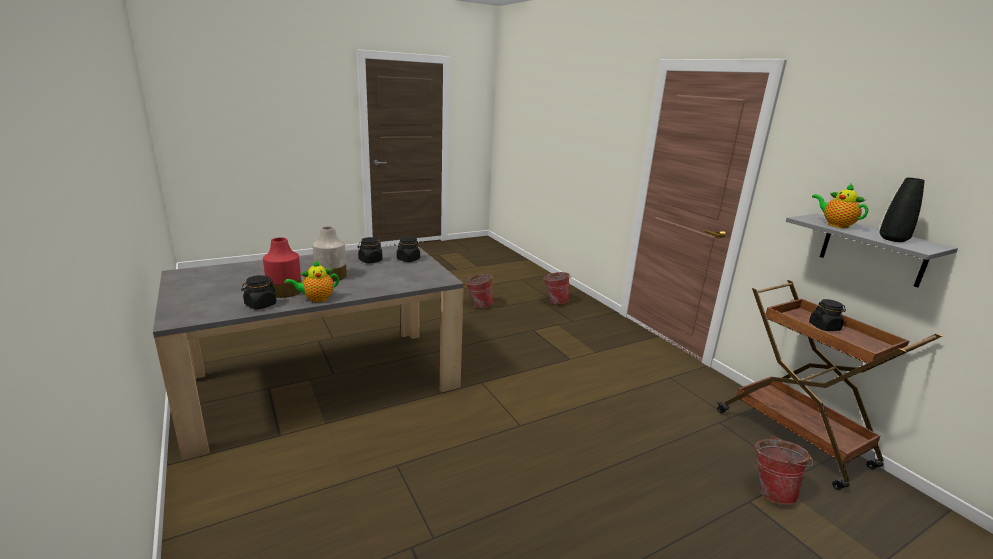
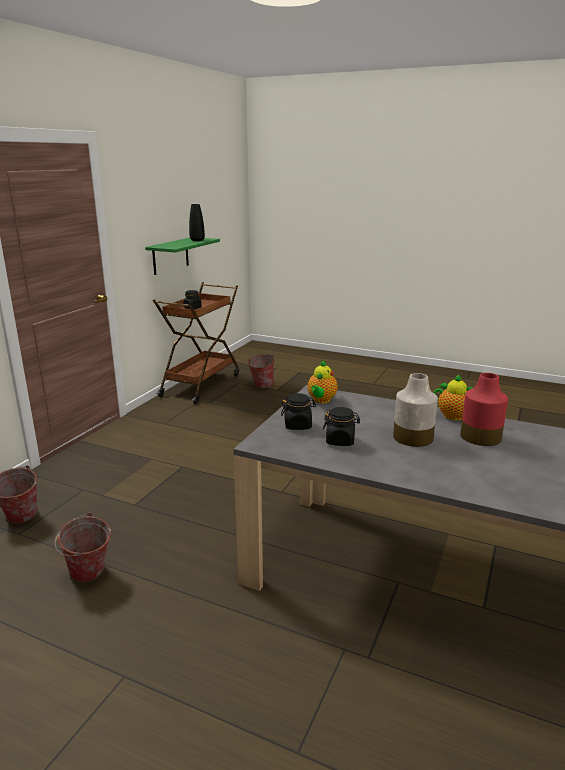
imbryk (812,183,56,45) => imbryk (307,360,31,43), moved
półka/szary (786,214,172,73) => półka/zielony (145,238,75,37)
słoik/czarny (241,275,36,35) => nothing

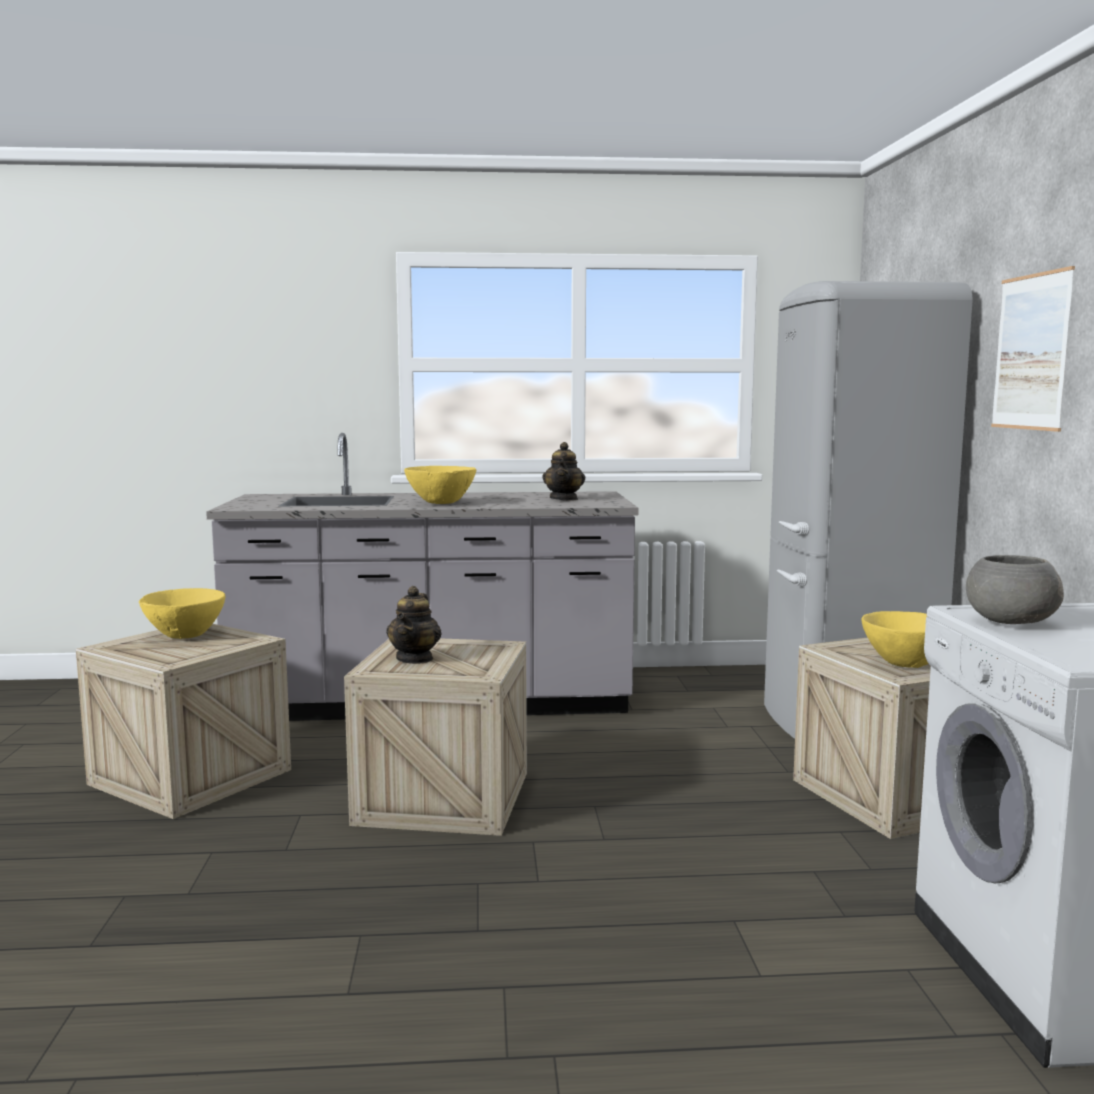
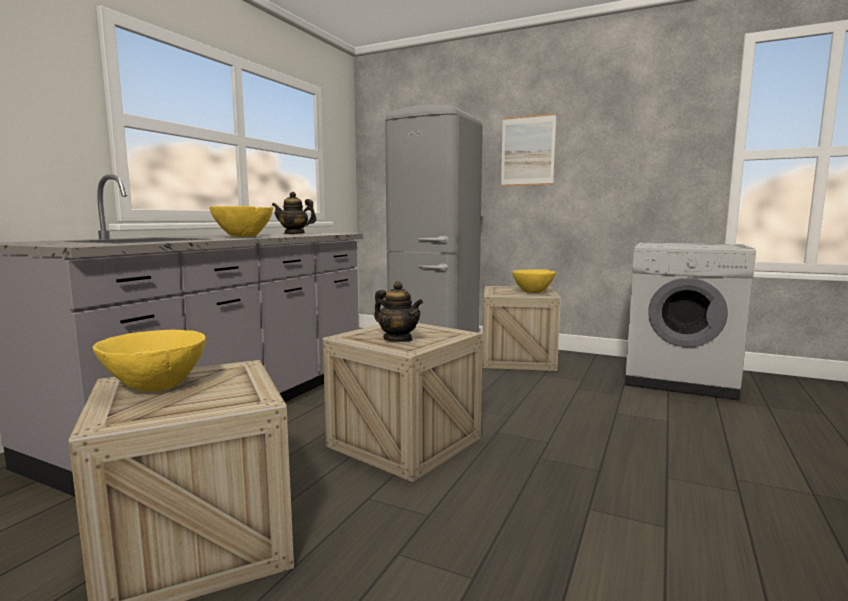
imbryk (542,442,43,58) => imbryk (272,192,44,42), 150 degrees clockwise
miska/szary (966,555,98,69) => nothing

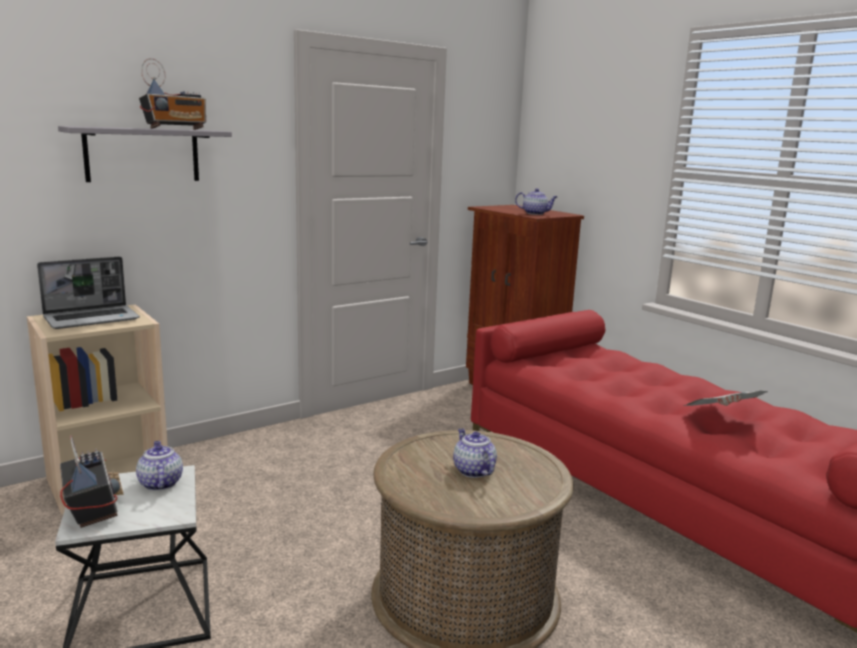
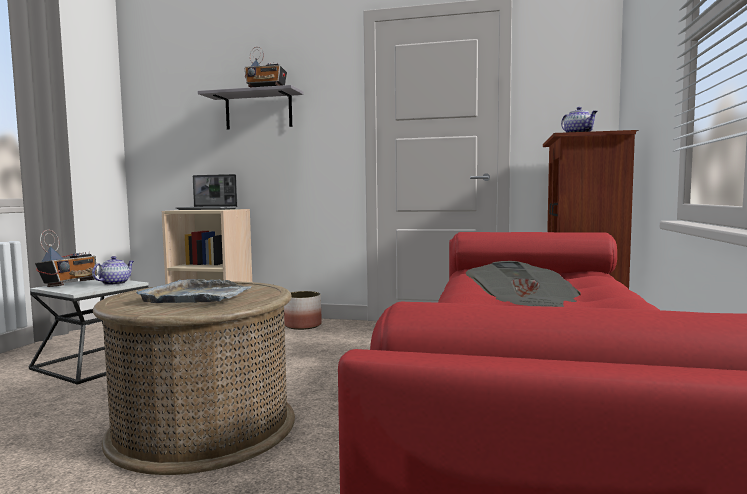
imbryk (453,429,44,49) => taca/szary (136,279,116,24)
nothing => donica (284,291,38,39)

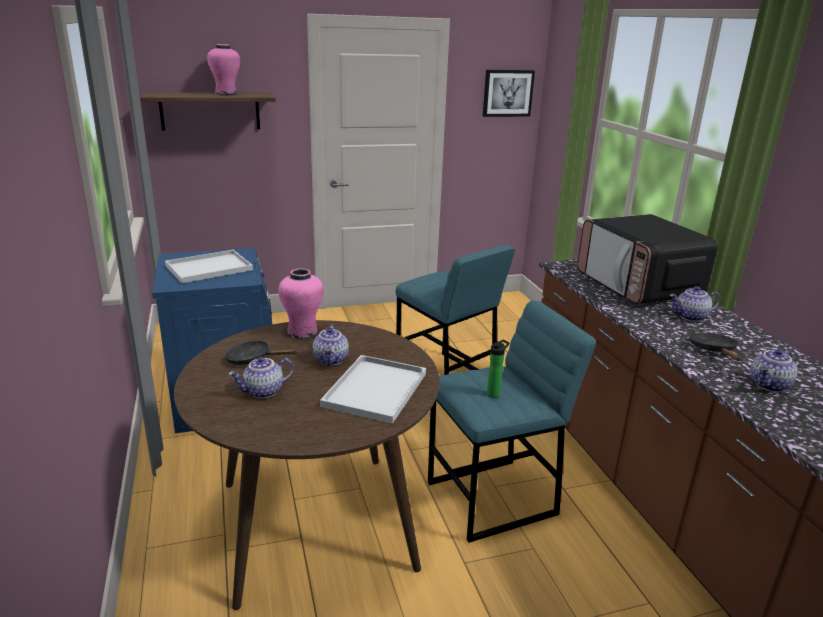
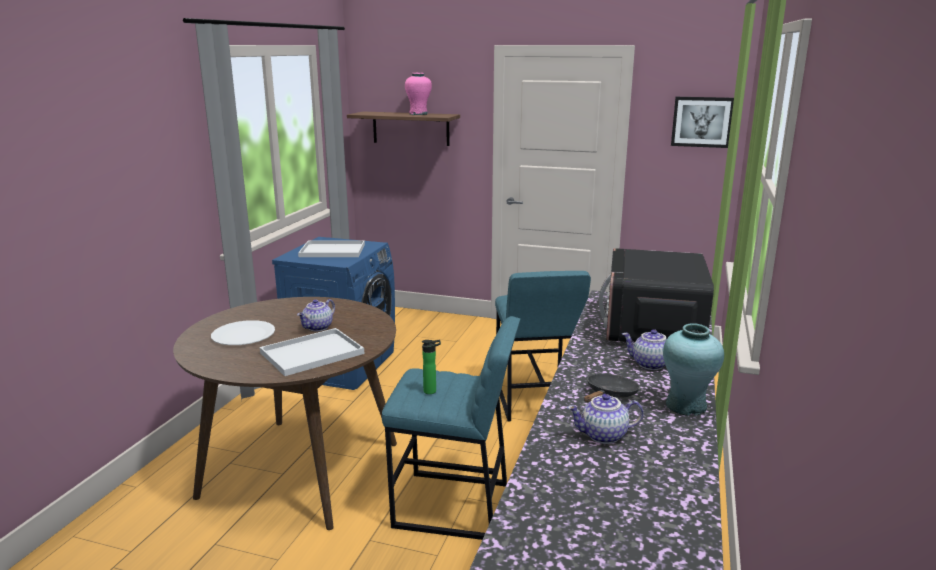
wazon/różowy (278,268,46,71) => nothing
patelnia/czarny (224,340,75,25) => nothing
imbryk (229,357,65,41) => talerz/biały (211,320,64,25)
nothing => wazon/turkusowy (663,323,61,93)

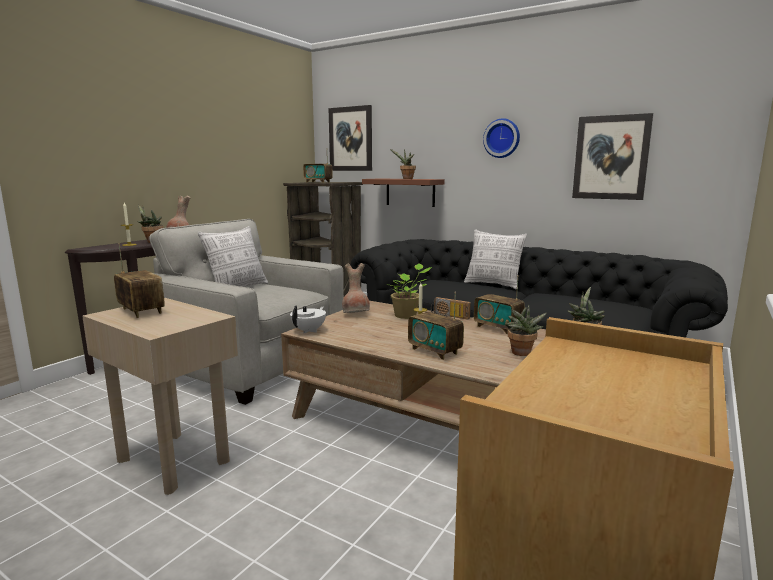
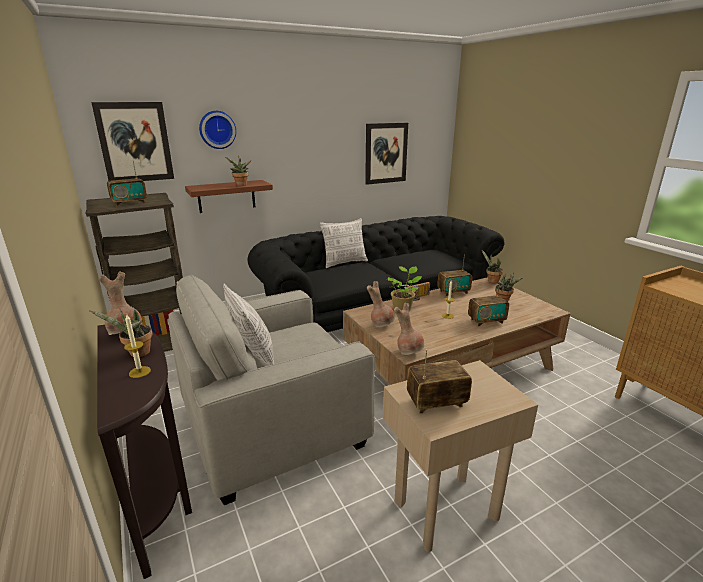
zegar ścienny (483,118,37,40) => zegar ścienny (199,111,37,38), moved
imbryk/biały (290,305,36,29) => wazon/brązowy (394,303,31,52)

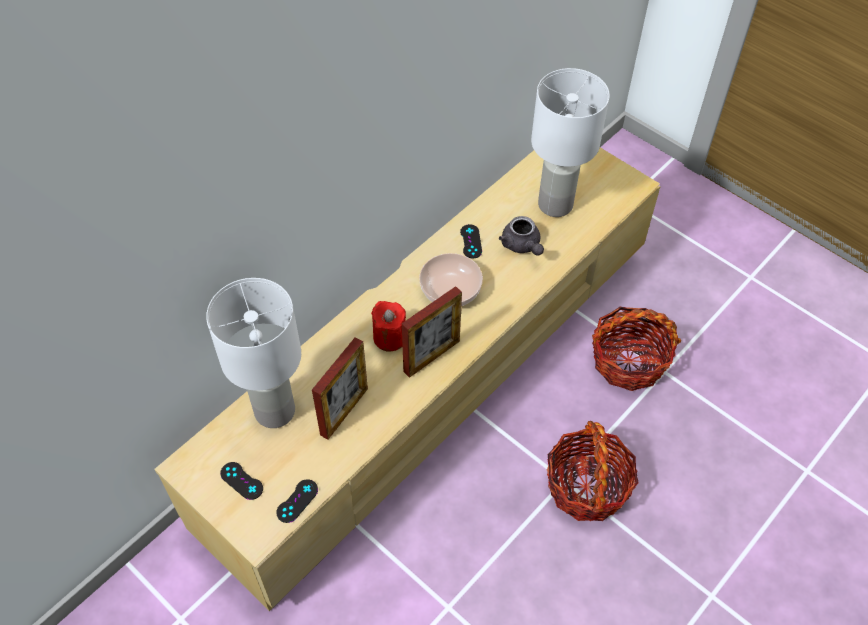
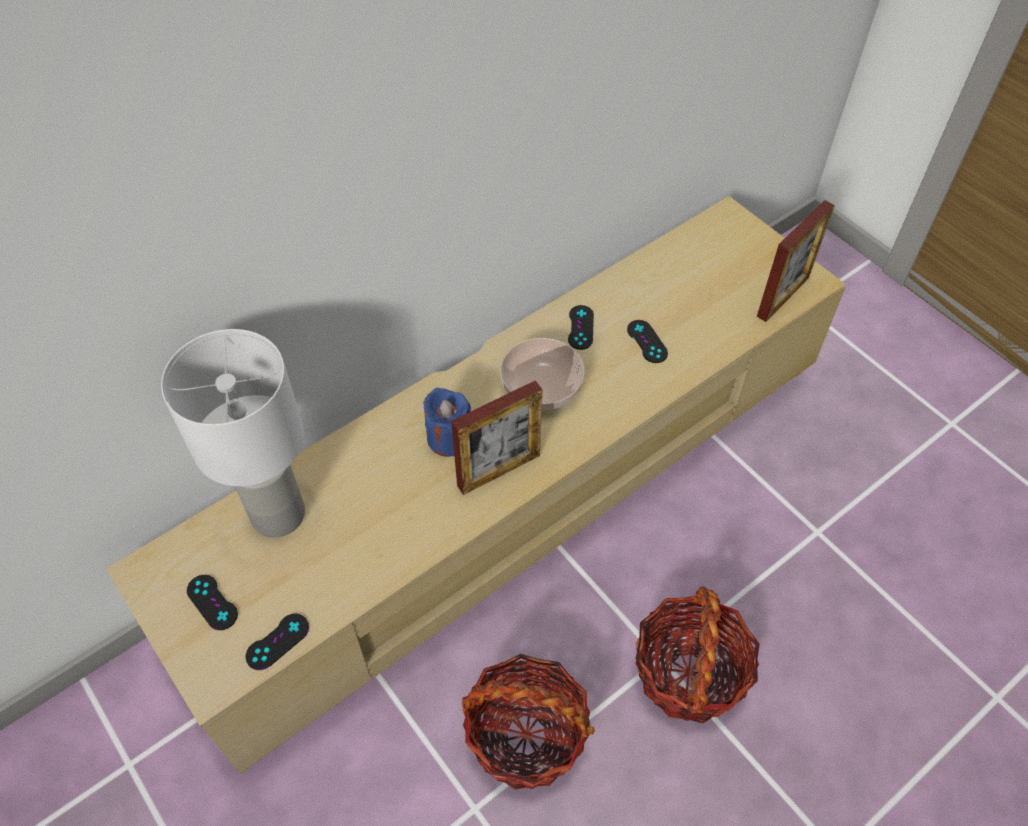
lampa stołowa/biały (531,68,79,149) => nothing
imbryk/szary (499,216,45,39) => pad do gier/czarny (627,320,41,43)
świeca/czerwony (371,301,35,51) => świeca/niebieski (423,388,48,69)
koszyk (592,307,89,84) => koszyk (462,654,133,136), moved
ramka na zdjęcie (312,337,56,103) => ramka na zdjęcie (757,200,78,122), moved

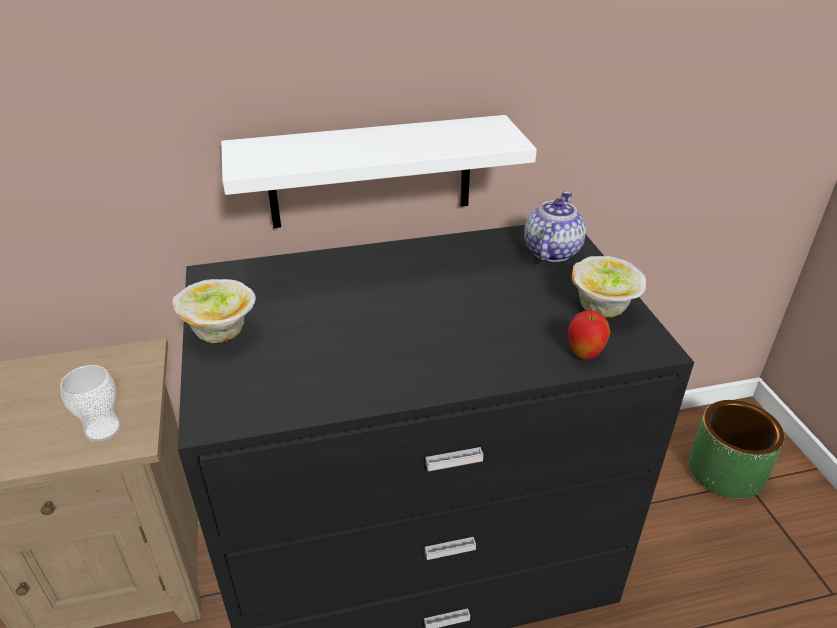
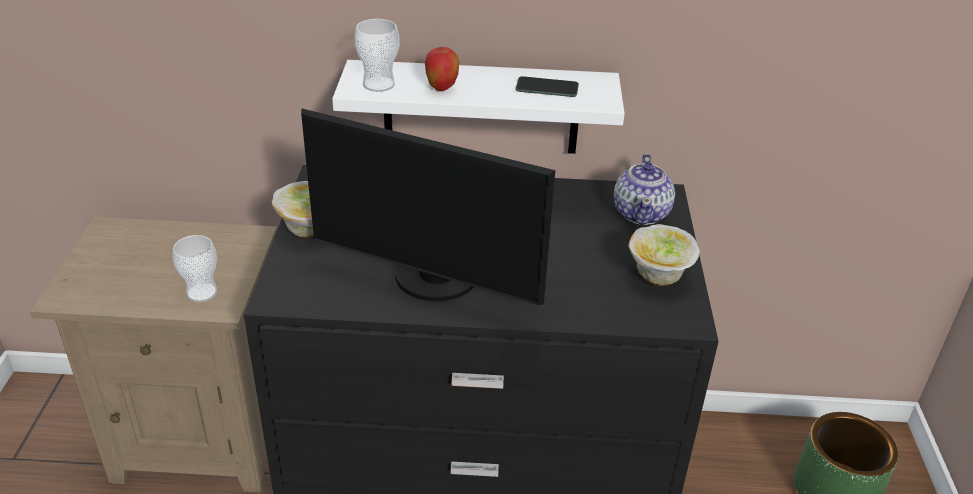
imbryk (524,191,62,71) => imbryk (614,154,61,71), 150 degrees clockwise
jabłko (568,310,43,49) => jabłko (425,47,34,44), moved
nothing => filiżanka (354,19,46,73)
nothing => telefon (516,76,63,21)
nothing => monitor (301,108,254,197)

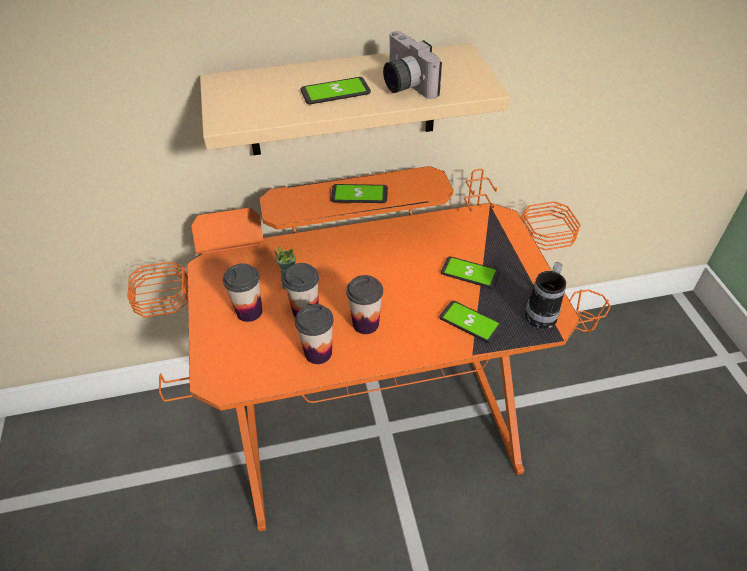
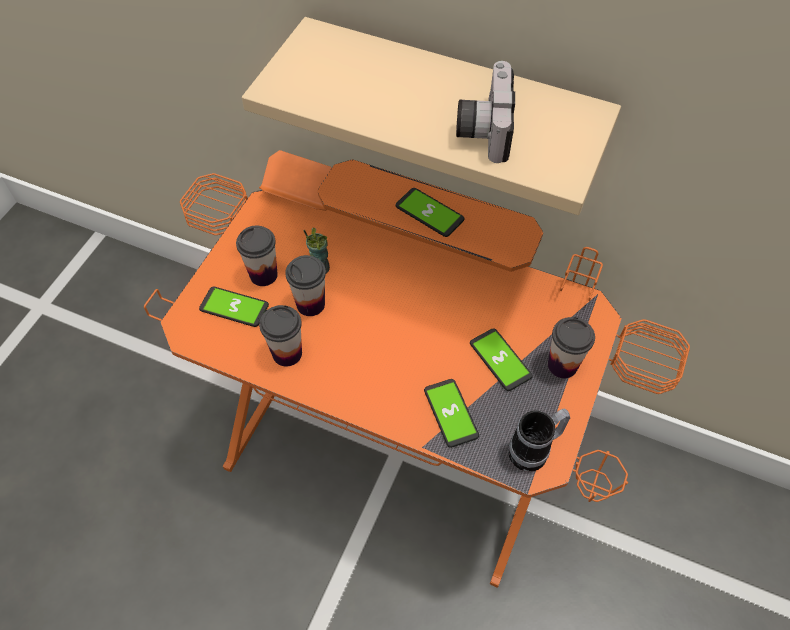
telefon (300,77,71,27) => telefon (199,286,70,41), moved
filiżanka (346,275,37,59) => filiżanka (548,317,47,61), moved

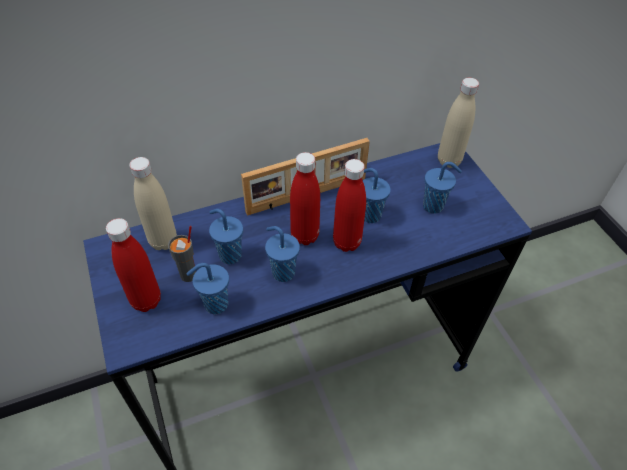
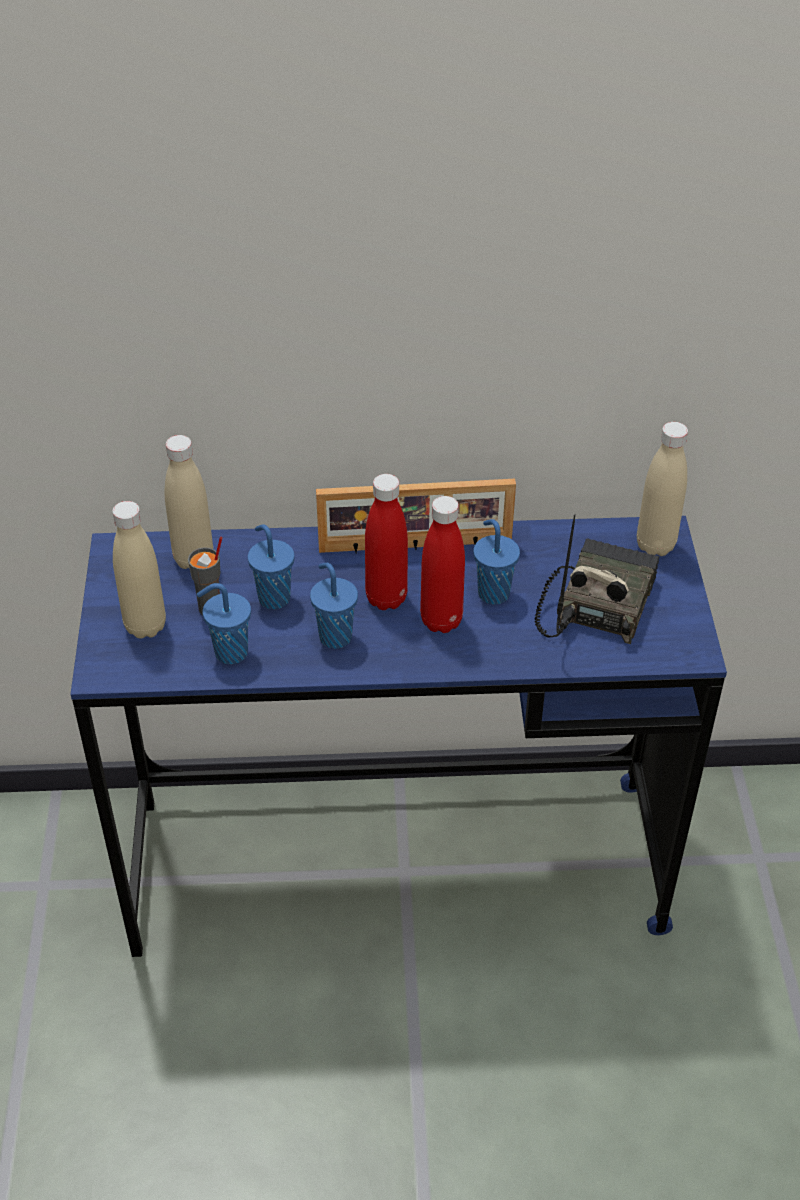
filiżanka/niebieski (423,162,39,52) => radio (534,514,126,130)
butelka/czerwony (106,218,55,94) => butelka/beżowy (113,501,53,138)

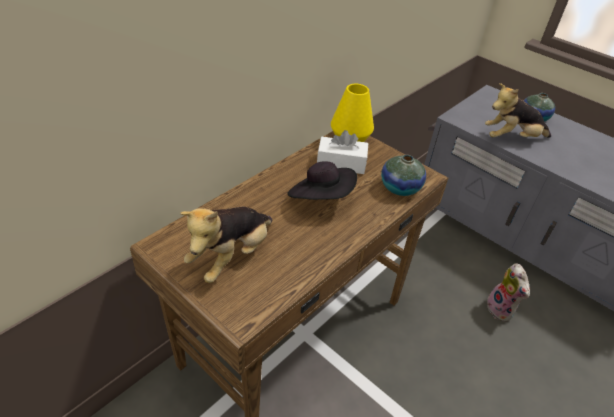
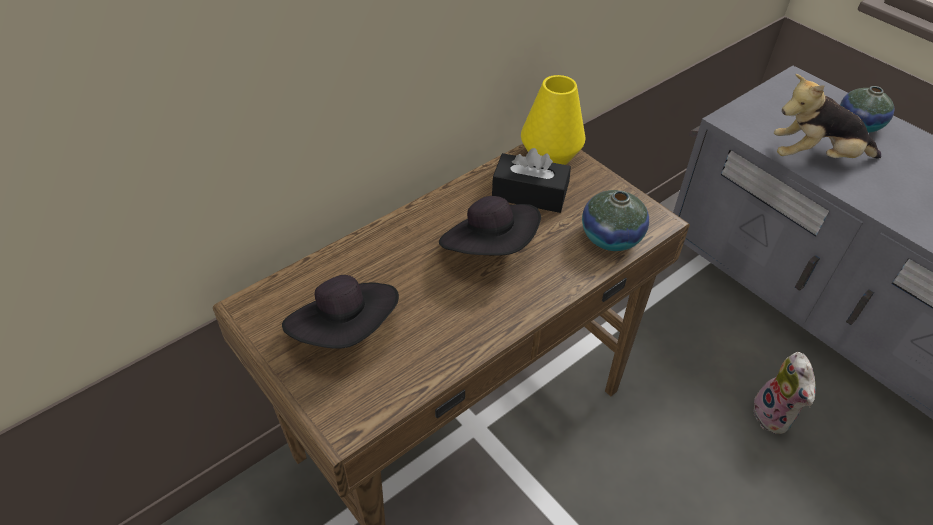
pudełko chusteczek/biały (317,130,51,44) => pudełko chusteczek/czarny (492,148,79,65)
pluszak (180,207,92,76) => kapelusz/czarny (282,275,117,74)

